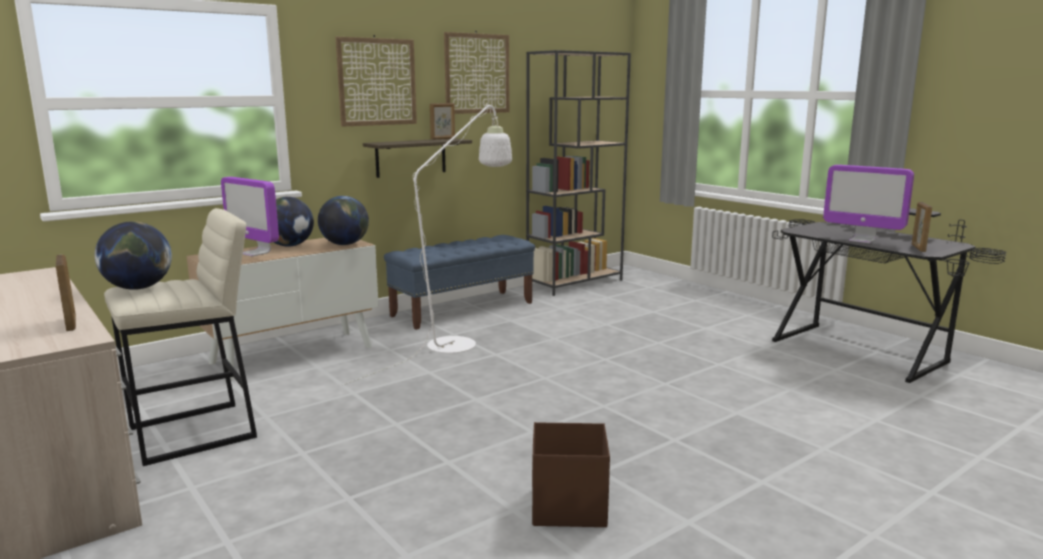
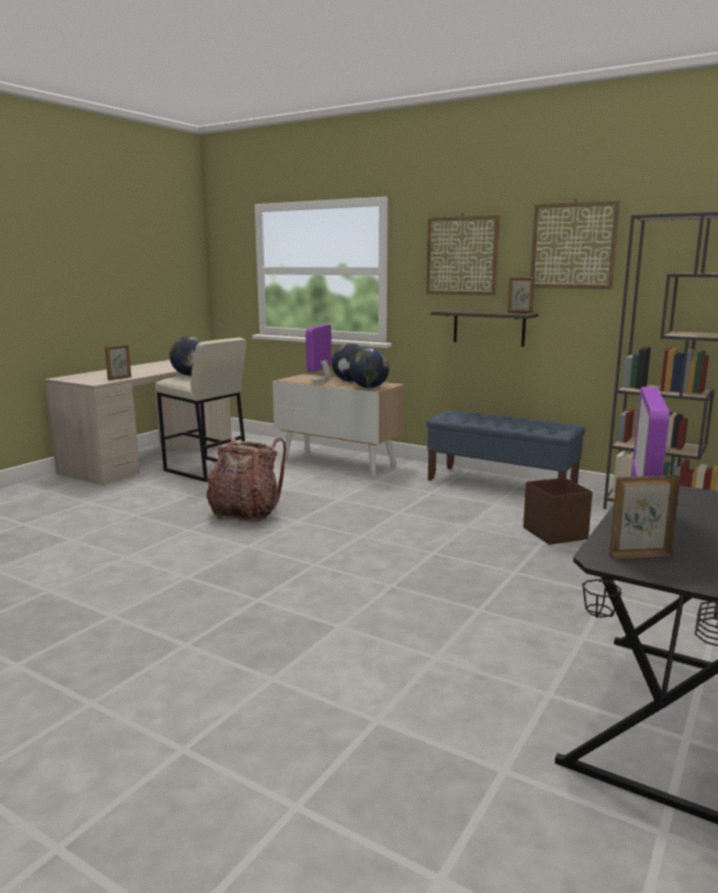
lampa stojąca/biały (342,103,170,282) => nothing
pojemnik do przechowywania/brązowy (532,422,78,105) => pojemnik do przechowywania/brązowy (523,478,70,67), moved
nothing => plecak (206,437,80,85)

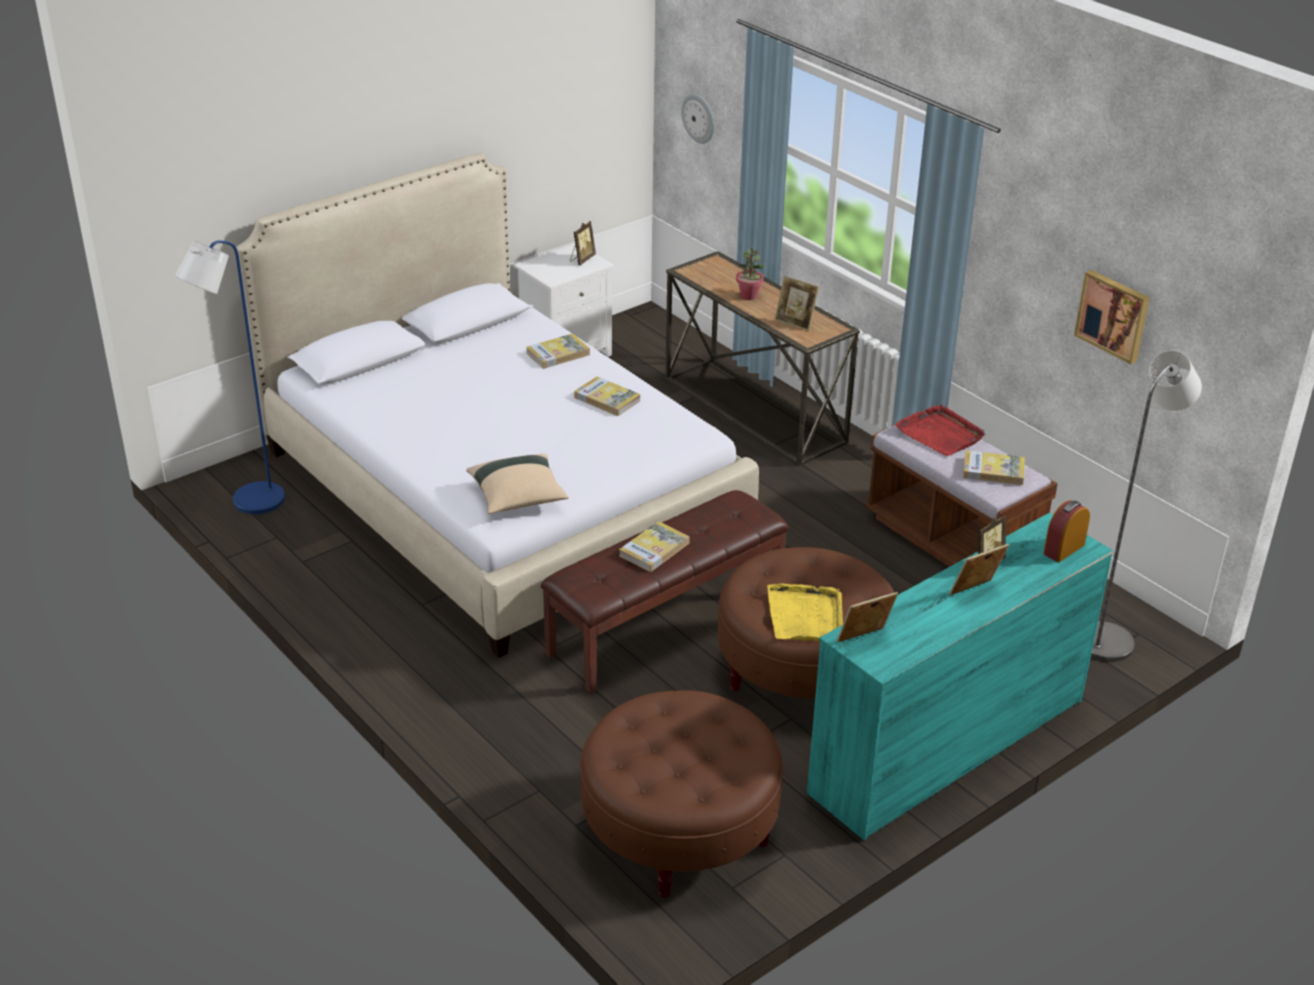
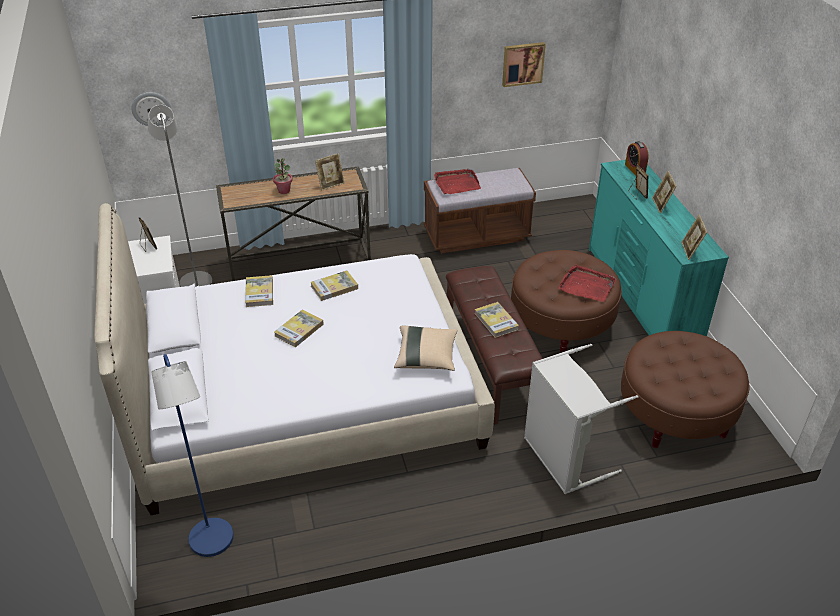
lampa stojąca/szary (1091,350,111,312) => lampa stojąca/szary (148,105,65,182), moved
książka (963,450,62,35) => książka (274,309,50,38), moved
taca/żółty (767,584,76,57) => taca/czerwony (558,265,58,37)
nothing => kosz na pranie/szary (524,344,115,150)

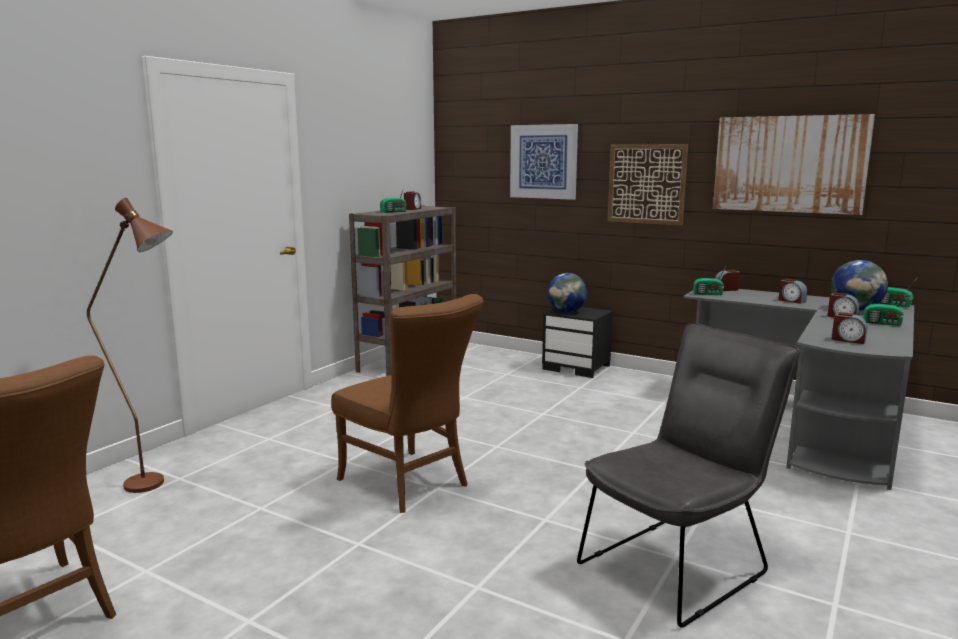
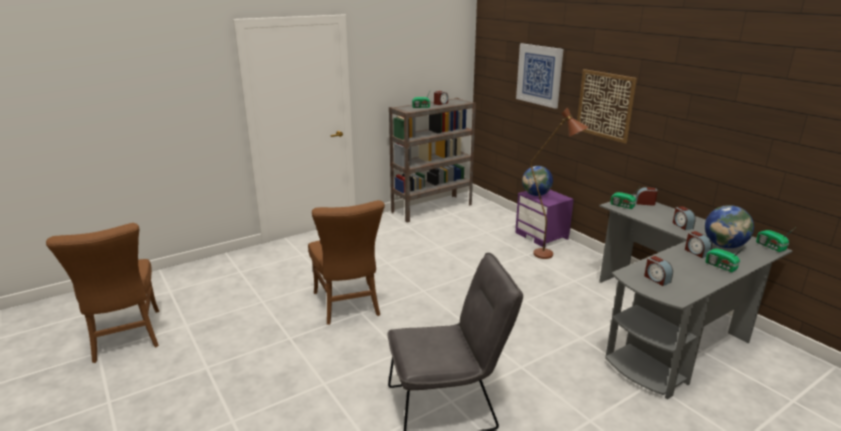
obraz (713,114,162,101) => nothing
lampa stojąca/brązowy (87,198,86,295) => lampa stojąca/brązowy (531,107,58,152), moved
szafka nocna/czarny (542,307,71,71) => szafka nocna/fioletowy (515,190,59,57)

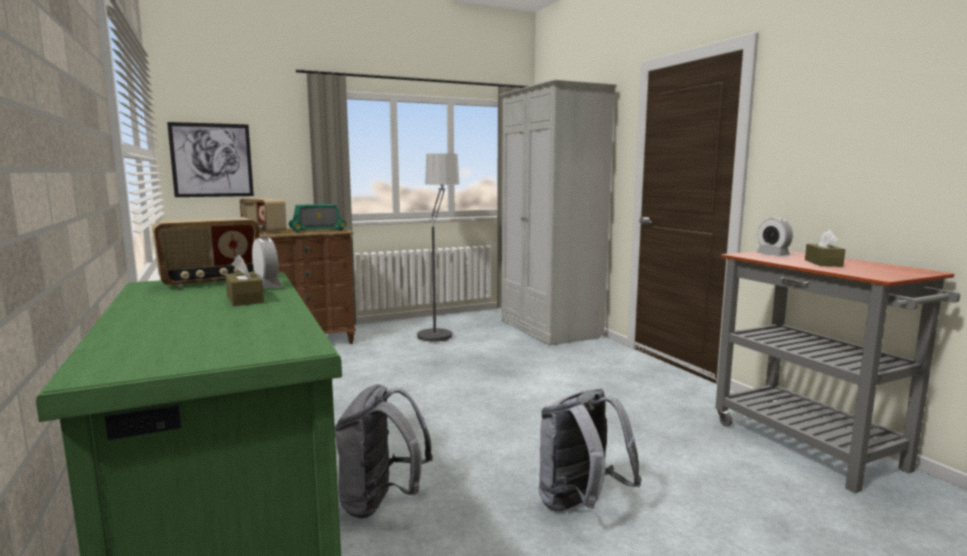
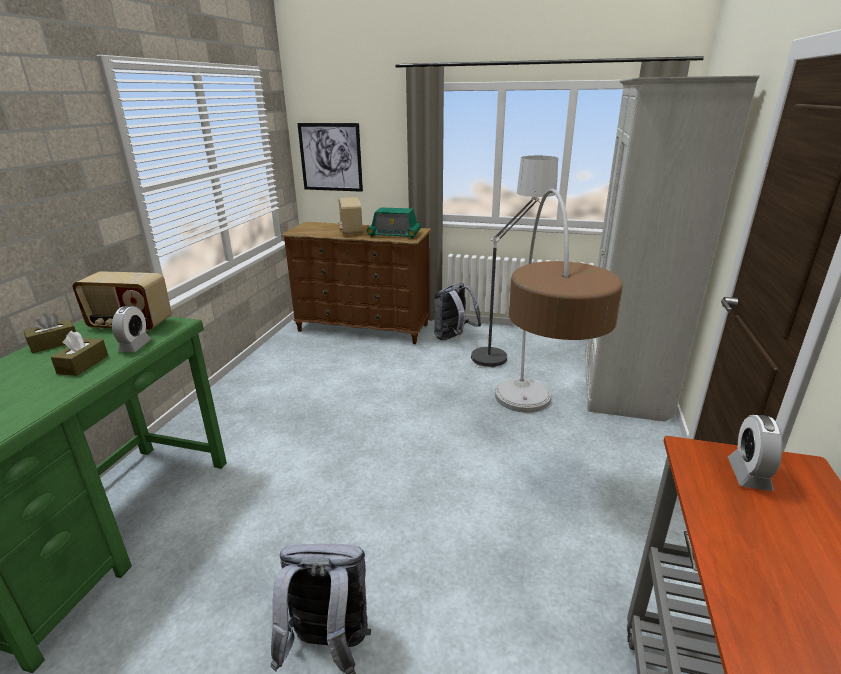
pudełko chusteczek/brązowy (805,230,40,37) => pudełko chusteczek/brązowy (24,313,52,40), moved
plecak/szary (335,384,98,135) => plecak/szary (434,283,48,57), moved
nothing => lampa stojąca (495,189,128,224)

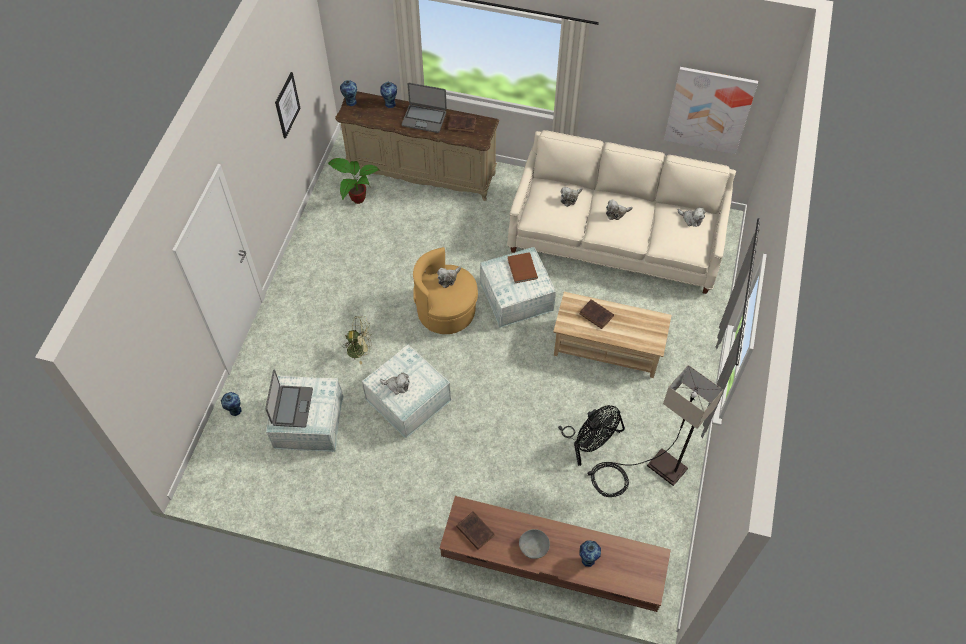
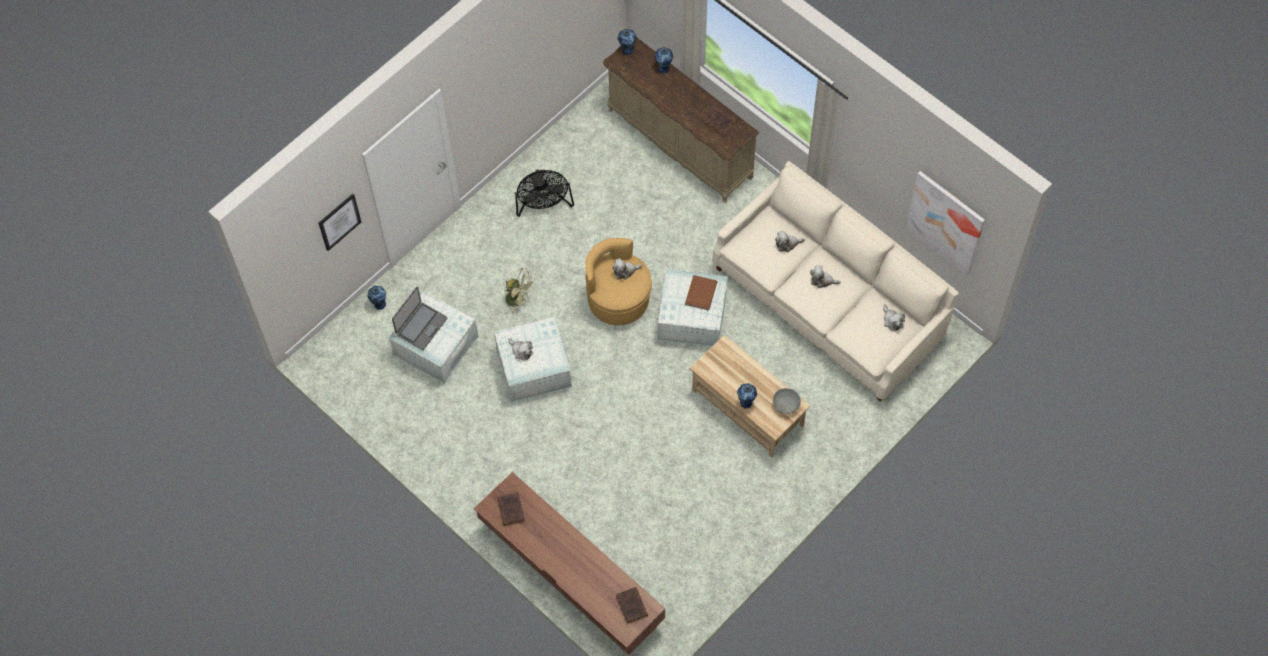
obraz (275,72,26,67) => obraz (318,194,43,57), moved
laptop (402,83,45,50) => nothing
roślina doniczkowa (328,158,52,46) => nothing
książka/brązowy (580,299,34,30) => książka/brązowy (616,587,32,37), moved
lampa stojąca (587,365,136,132) => nothing
wentylator/czarny (558,405,67,61) => wentylator/czarny (515,169,59,48), moved
miska/szary (519,529,31,30) => miska/szary (773,388,28,26), moved
wazon (579,540,22,27) => wazon (737,383,20,26), moved

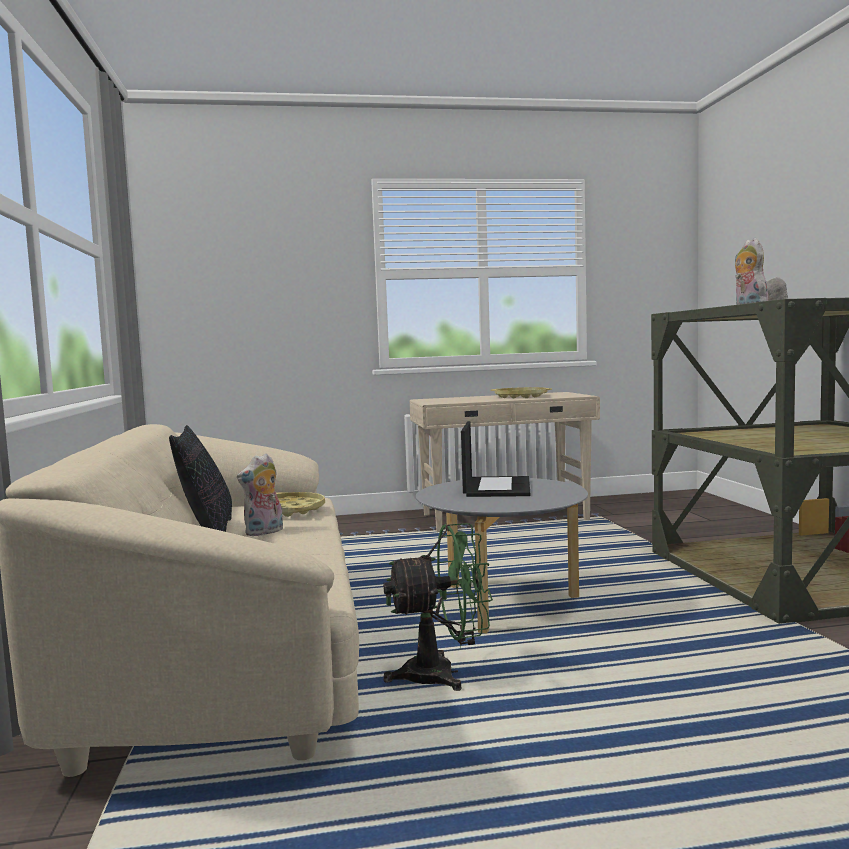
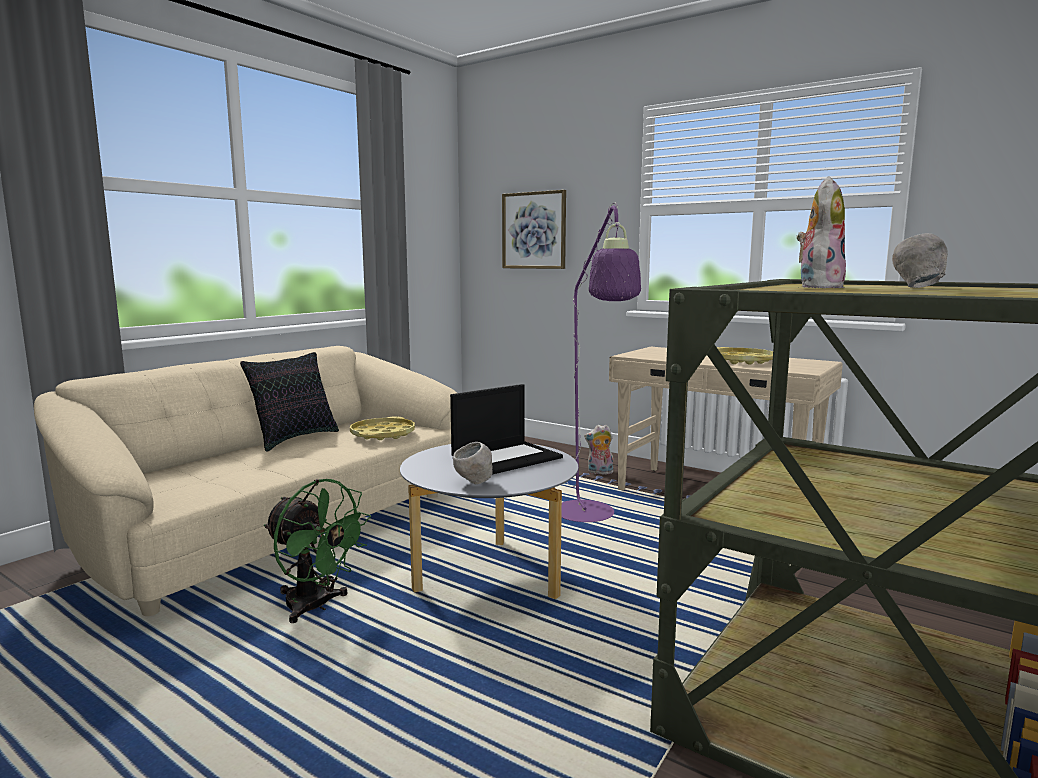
pluszak (237,453,46,83) => pluszak (584,425,29,50), moved
nothing => obraz (502,190,64,79)
nothing => lampa stojąca/fioletowy (561,203,80,319)
nothing => miska/szary (453,442,40,43)

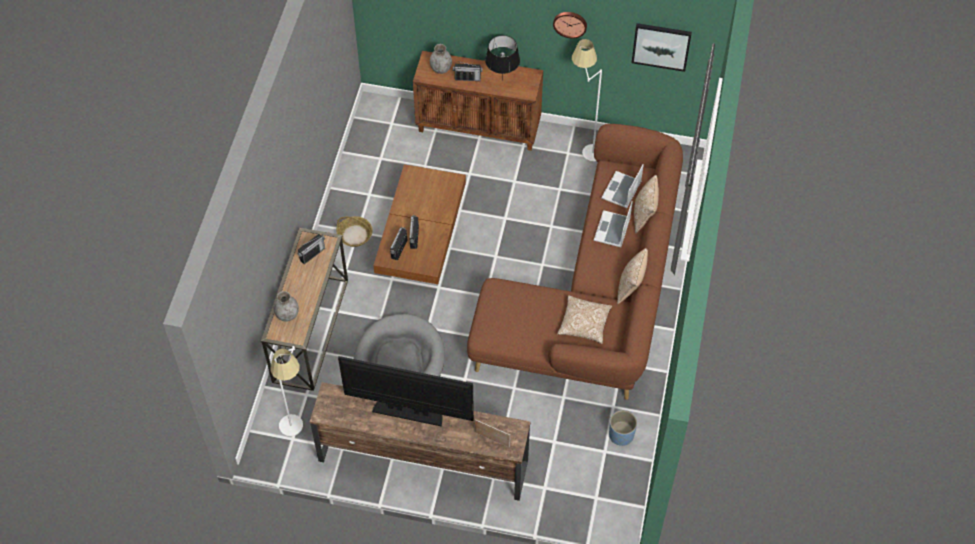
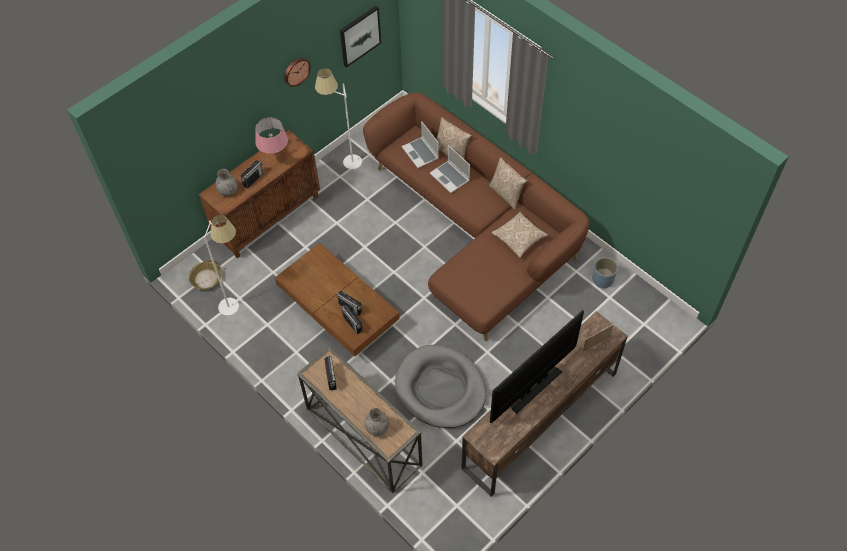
lampa stołowa/czarny (485,35,35,46) => lampa stołowa/różowy (255,118,33,41)
koszyk (336,216,37,31) => koszyk (189,260,33,30), moved
lampa stojąca/biały (270,346,33,90) => lampa stojąca/biały (204,215,35,101), moved

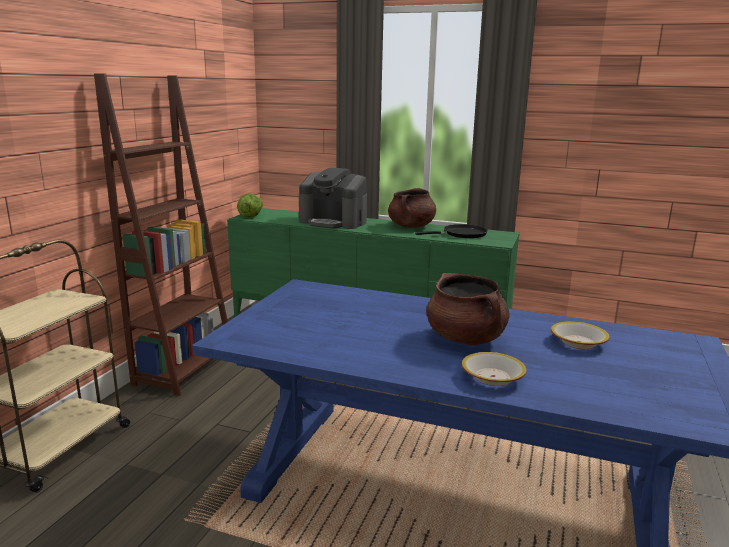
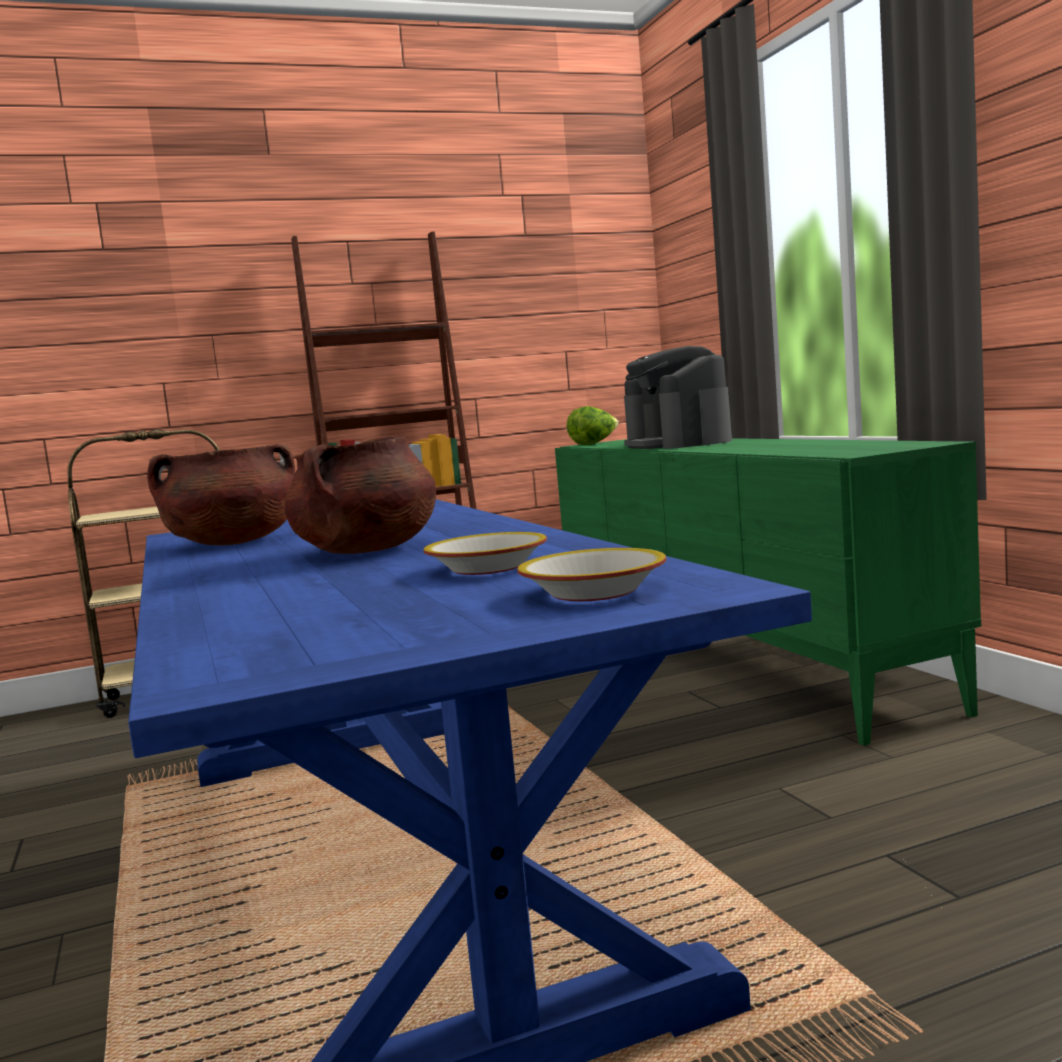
garnek/brązowy (388,188,48,40) => garnek/brązowy (147,443,148,102), moved
patelnia/czarny (415,224,73,14) => nothing
miska (462,352,65,34) => miska (517,548,149,53), moved

